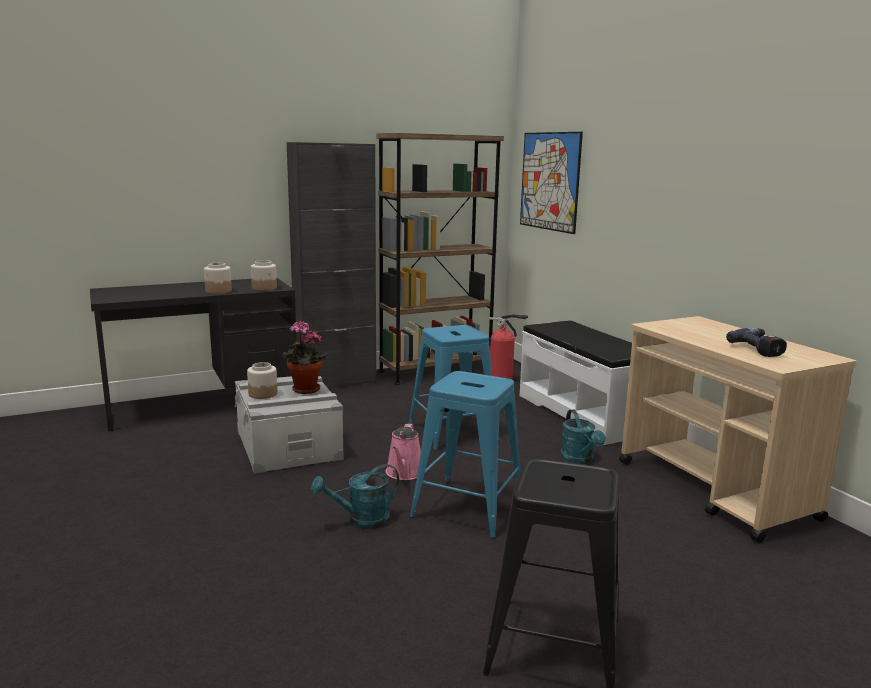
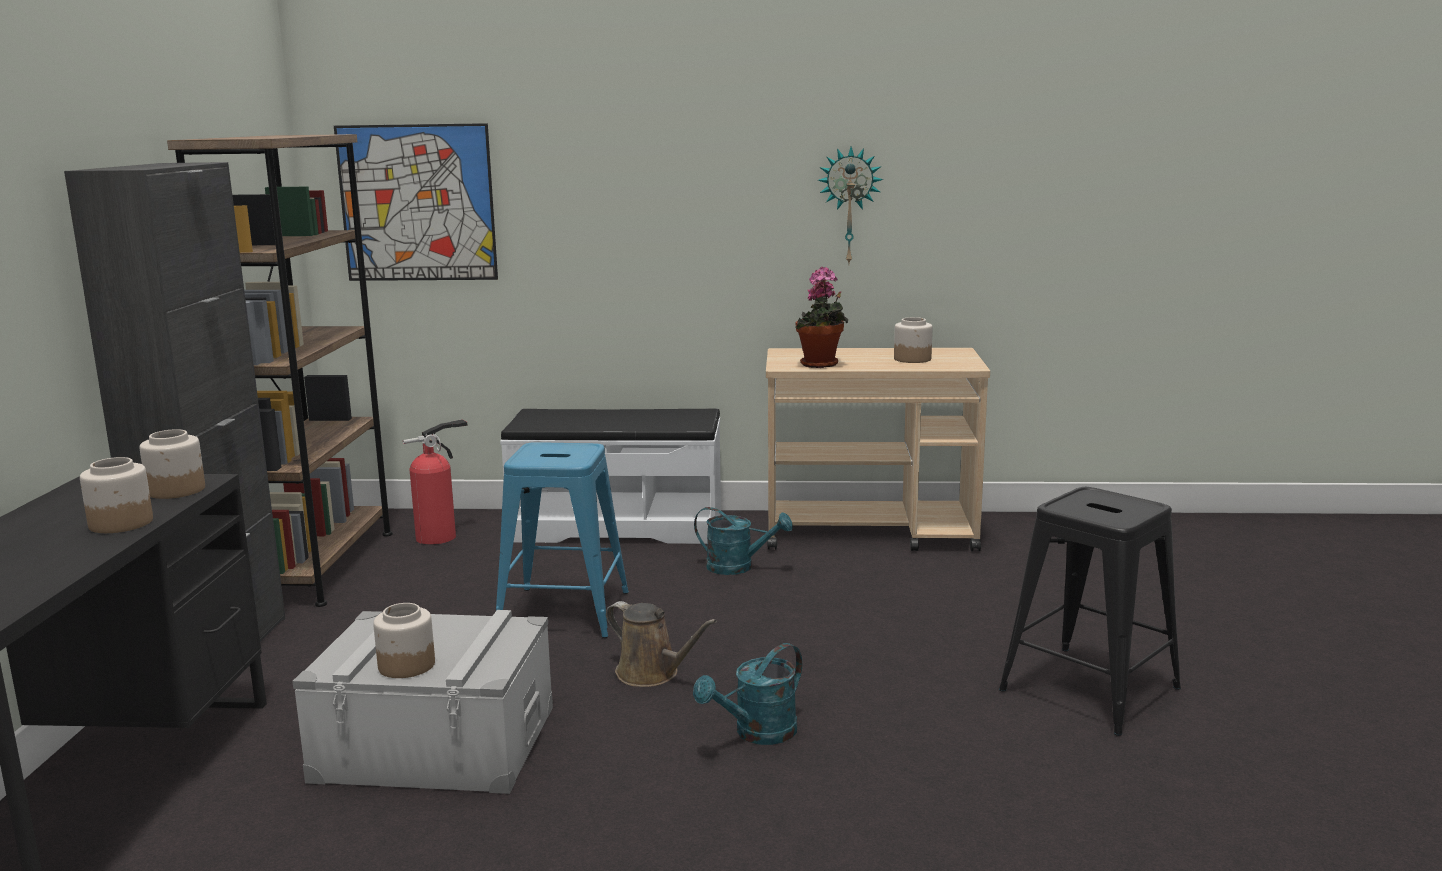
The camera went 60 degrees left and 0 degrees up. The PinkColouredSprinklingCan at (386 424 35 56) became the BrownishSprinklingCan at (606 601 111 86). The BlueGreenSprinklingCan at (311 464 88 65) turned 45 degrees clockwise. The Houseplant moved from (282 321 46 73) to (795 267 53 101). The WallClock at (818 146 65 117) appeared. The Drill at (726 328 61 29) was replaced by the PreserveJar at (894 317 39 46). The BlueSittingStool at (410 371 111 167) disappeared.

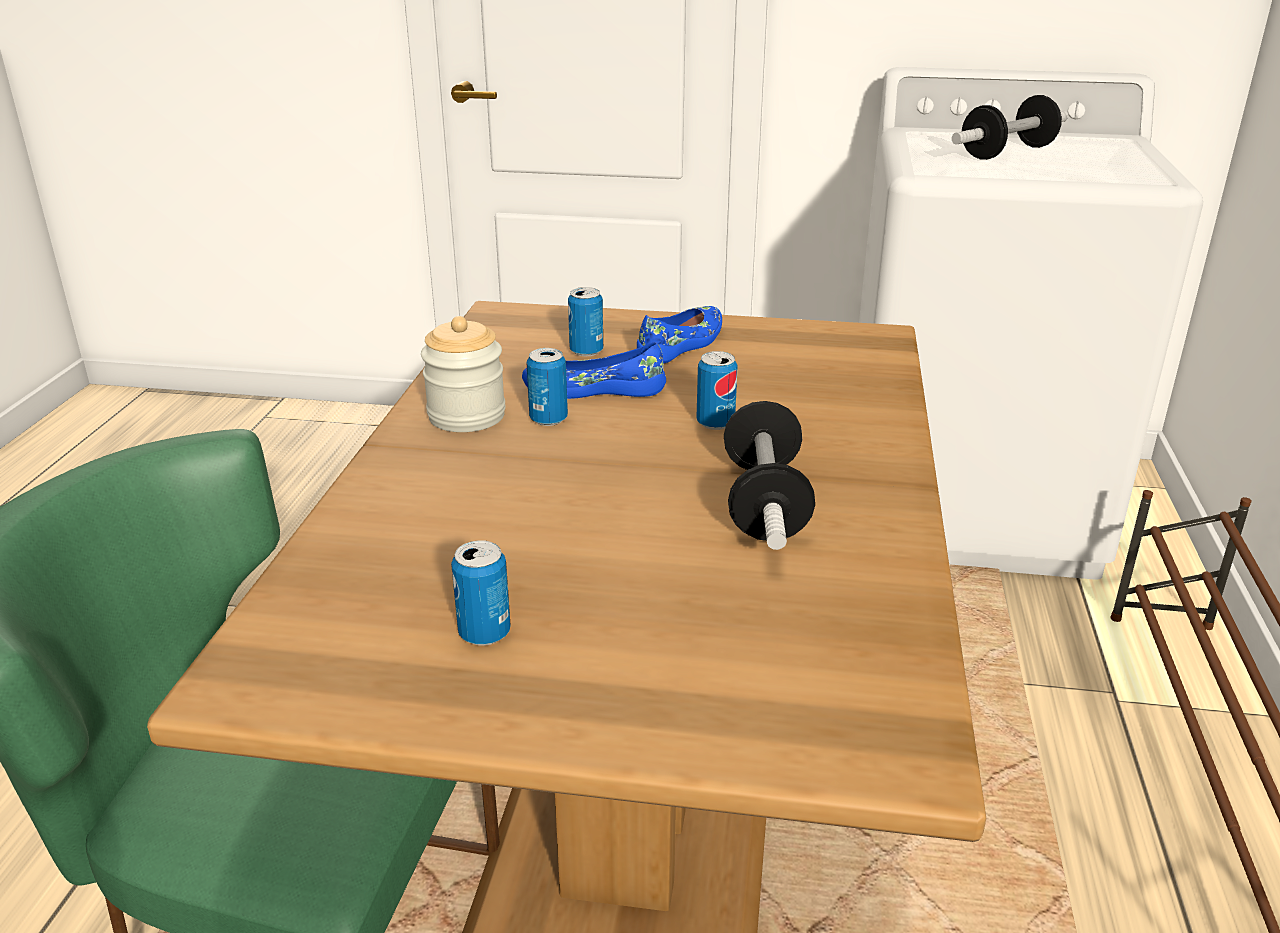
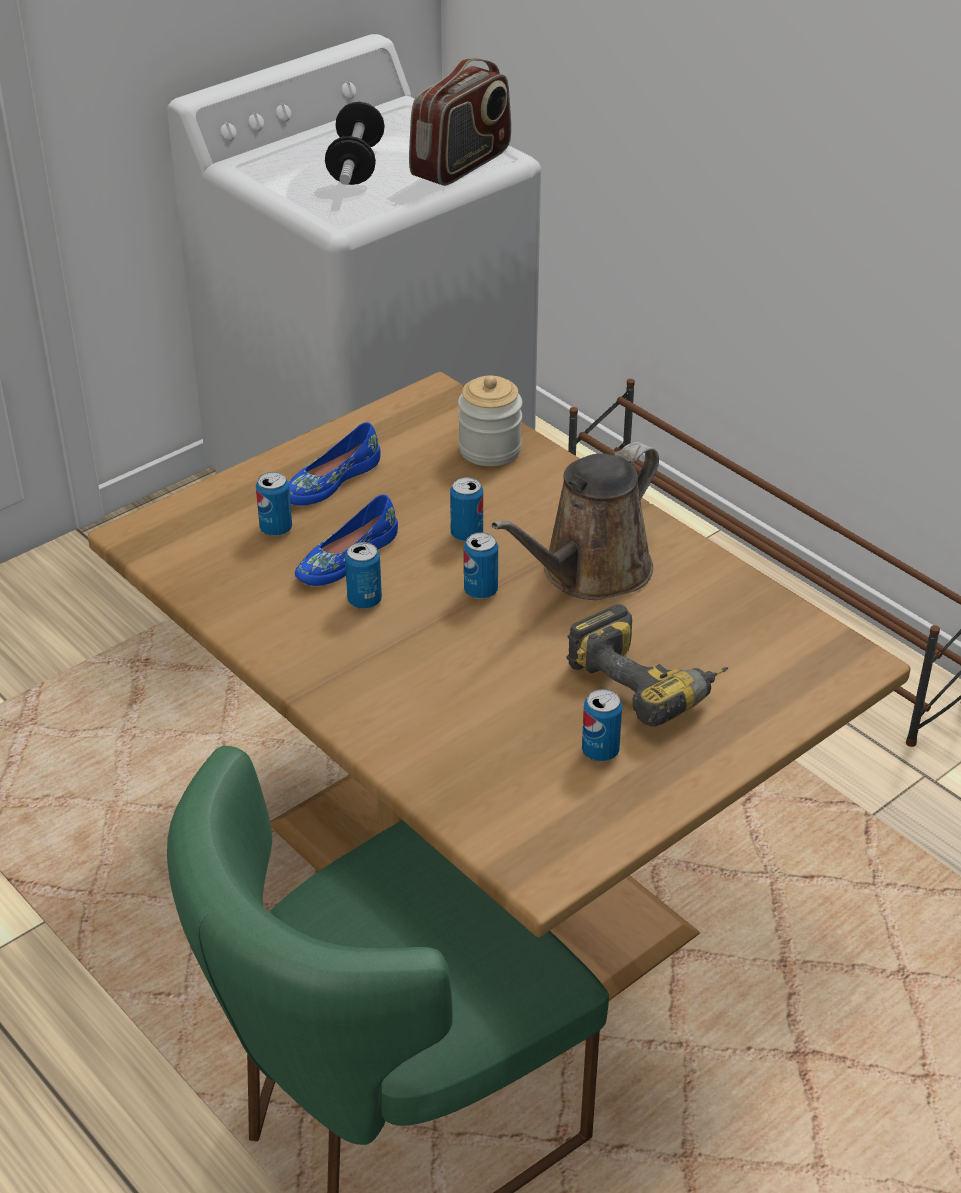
The camera went 50 degrees left and 10 degrees up. The BlueItemOfFootwear at (637 306 85 57) turned 120 degrees counterclockwise. The RadioSet at (409 58 102 128) appeared. The PreserveJar moved from (421 316 85 116) to (458 376 64 90). The SealedCan at (464 532 34 67) appeared. The FreeWeight at (724 401 91 149) was replaced by the BrownishSprinklingCan at (492 442 167 158). The Drill at (566 604 162 122) appeared.

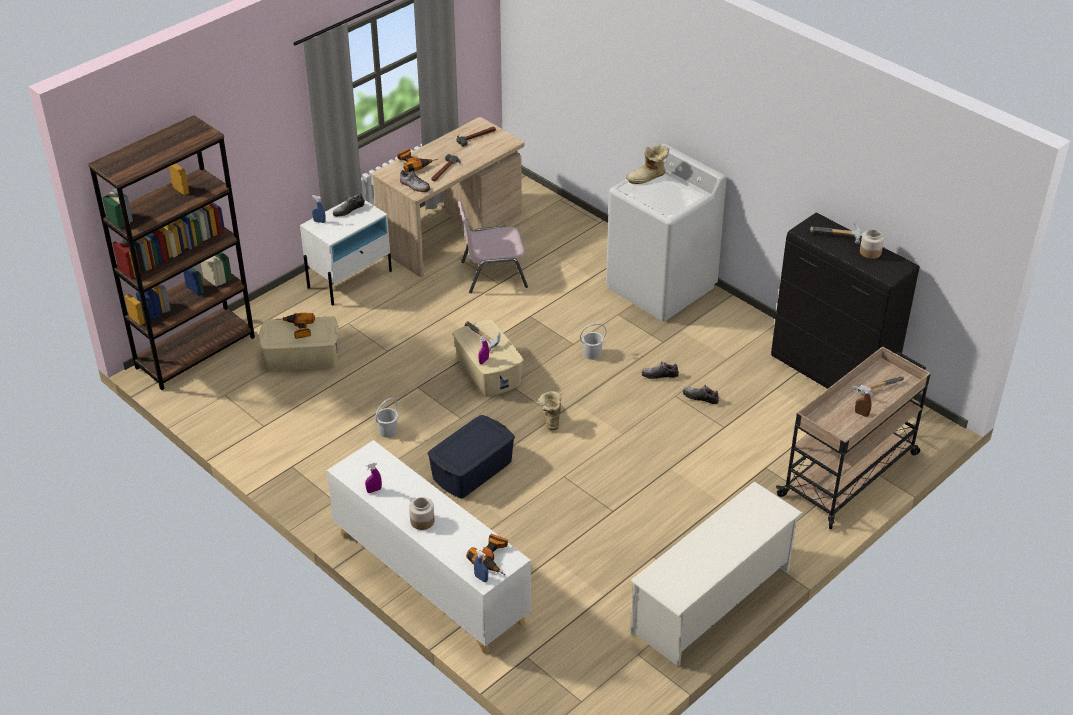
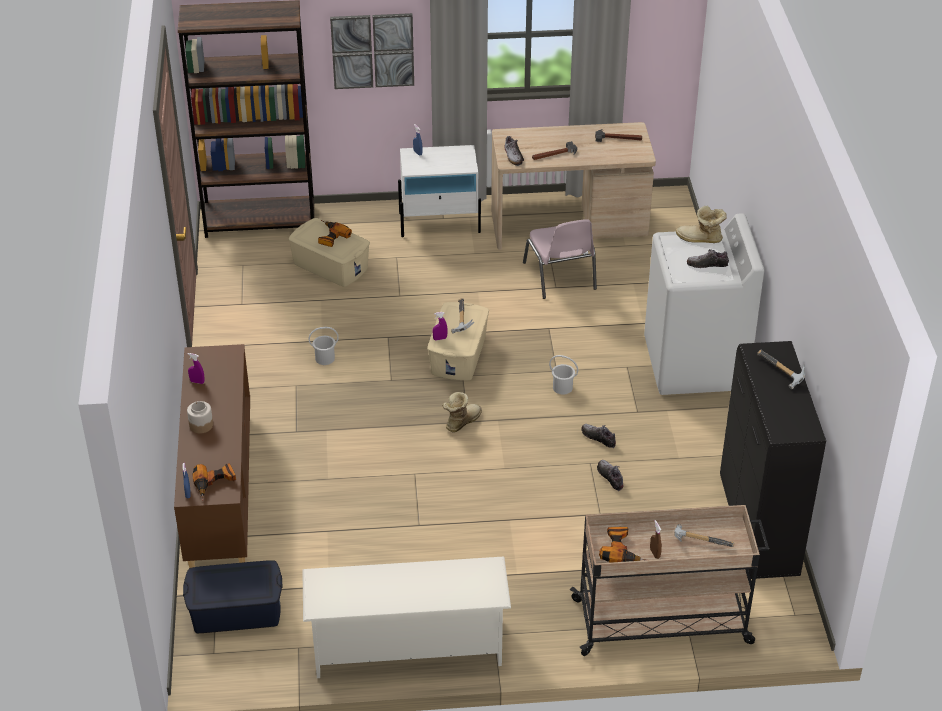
The camera went 40 degrees right and 0 degrees up. The WhiteCupboard at (327 440 204 214) became the BrownishCupboard at (174 344 76 224). The BlueStorageContainer moved from (428 415 87 84) to (183 560 100 73). The Picture at (330 13 84 76) appeared. The PinkColouredChair at (458 201 70 92) turned 135 degrees counterclockwise. The Drill moved from (397 149 41 23) to (599 527 48 36). The ItemOfFootwear moved from (333 193 32 24) to (687 249 42 19). The PreserveJar at (860 229 24 30) disappeared.

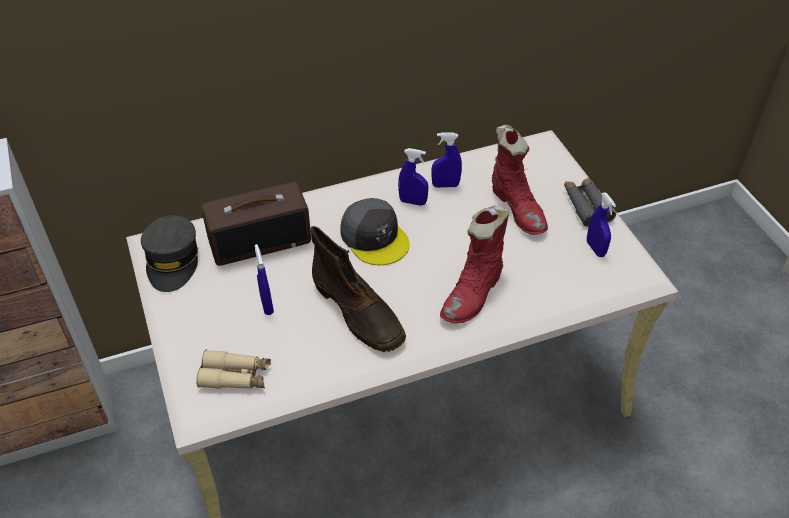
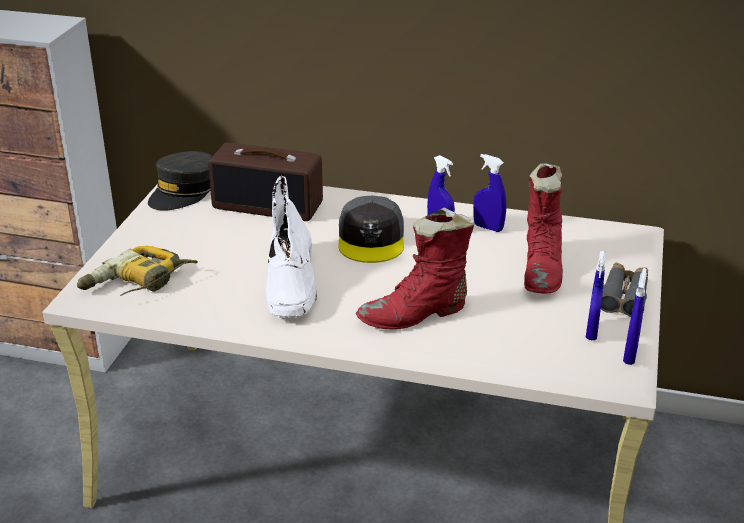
The camera went 35 degrees right and 15 degrees down. The BeigeColouredBinoculars at (196 350 75 39) was replaced by the Drill at (77 246 121 50). The BrownishTallBoot at (311 226 95 126) became the WhiteTallBoot at (266 176 51 142). The BlueSprayBottle moved from (255 244 19 71) to (623 268 24 97).

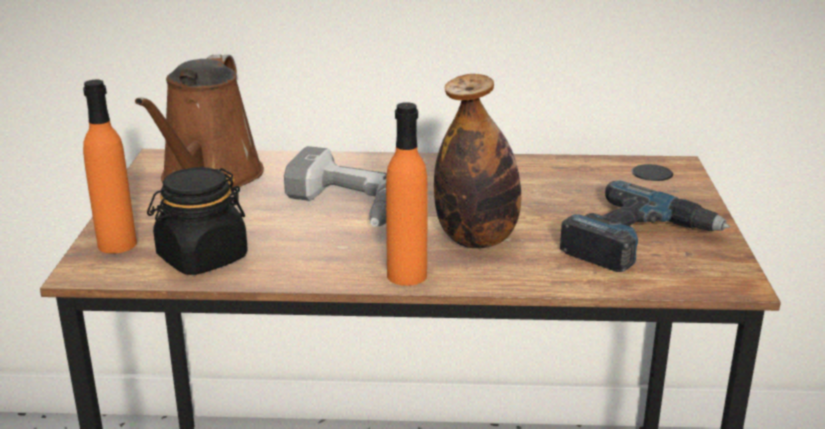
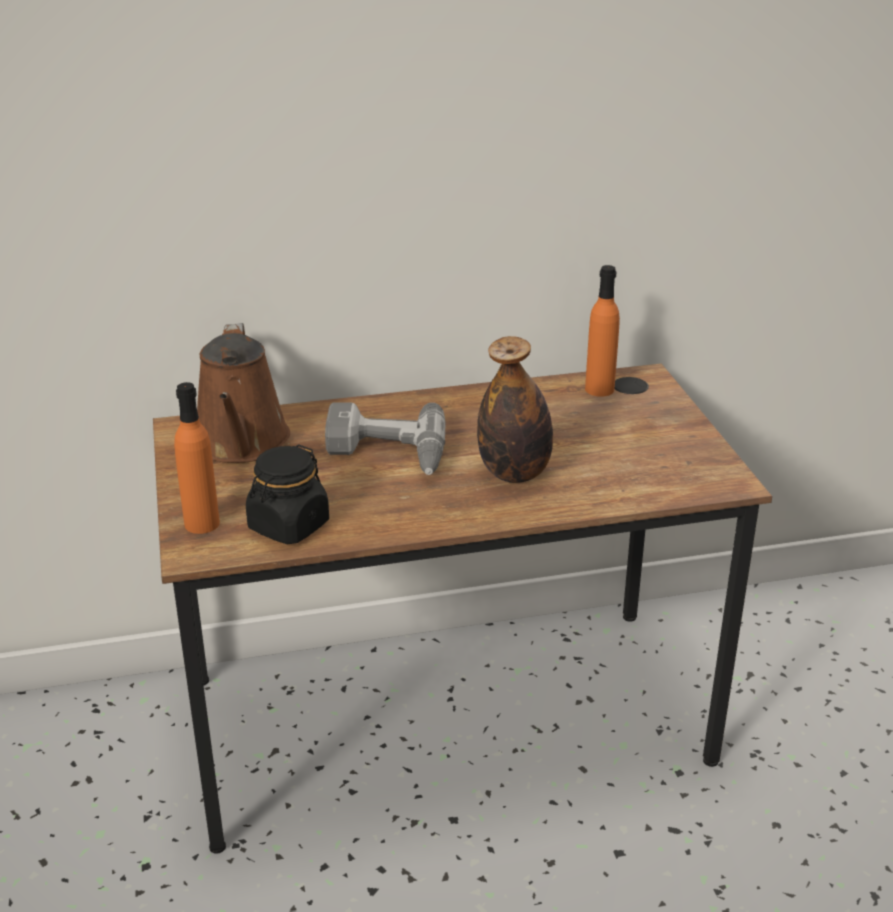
The camera went 15 degrees left and 5 degrees up. The OrangeBottle moved from (386 102 42 184) to (585 265 35 132). The Drill at (560 181 170 91) disappeared.

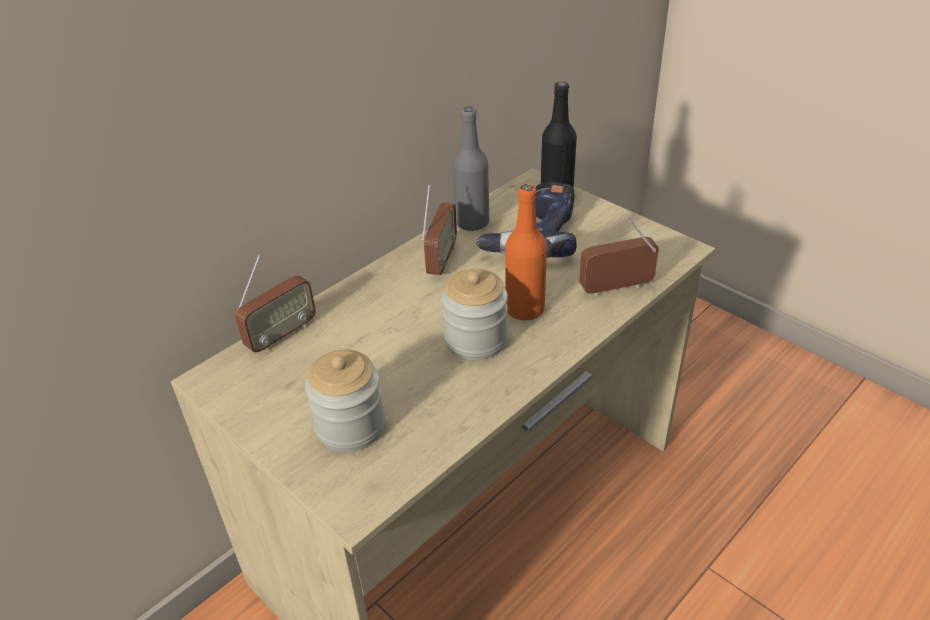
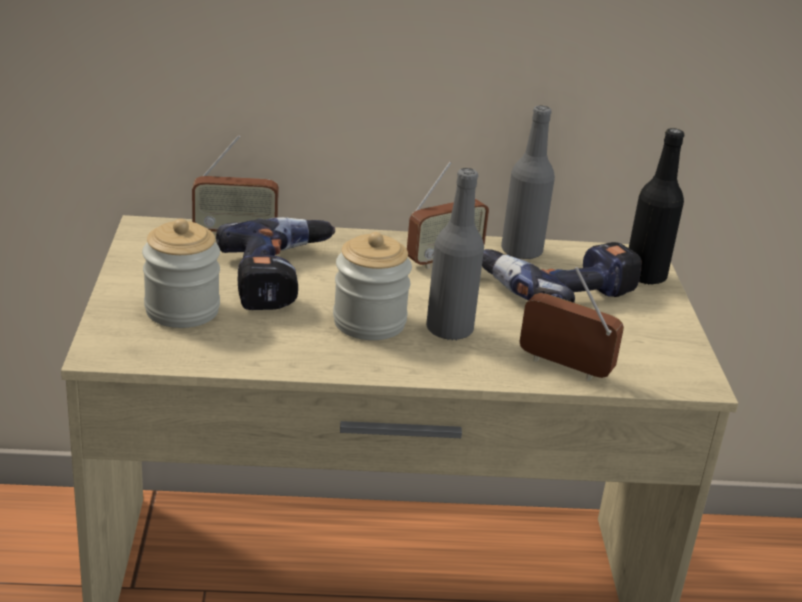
The camera went 40 degrees right and 10 degrees down. The Drill at (216 217 119 93) appeared. The OrangeBottle at (505 184 42 137) became the GreyBottle at (426 168 58 172).

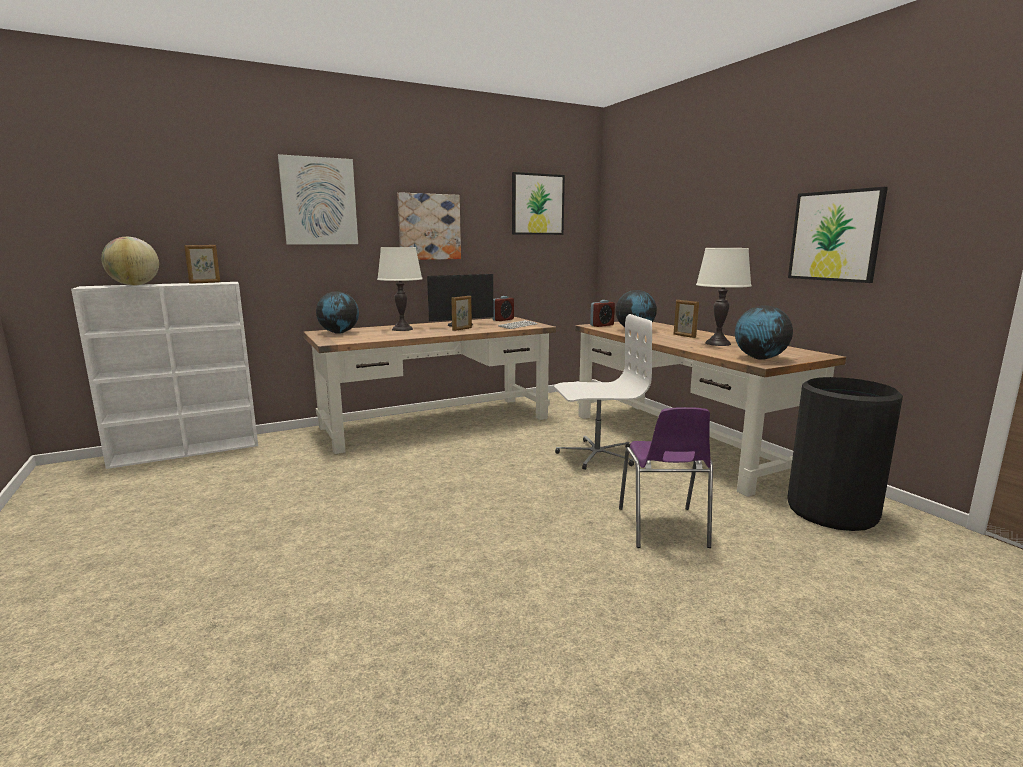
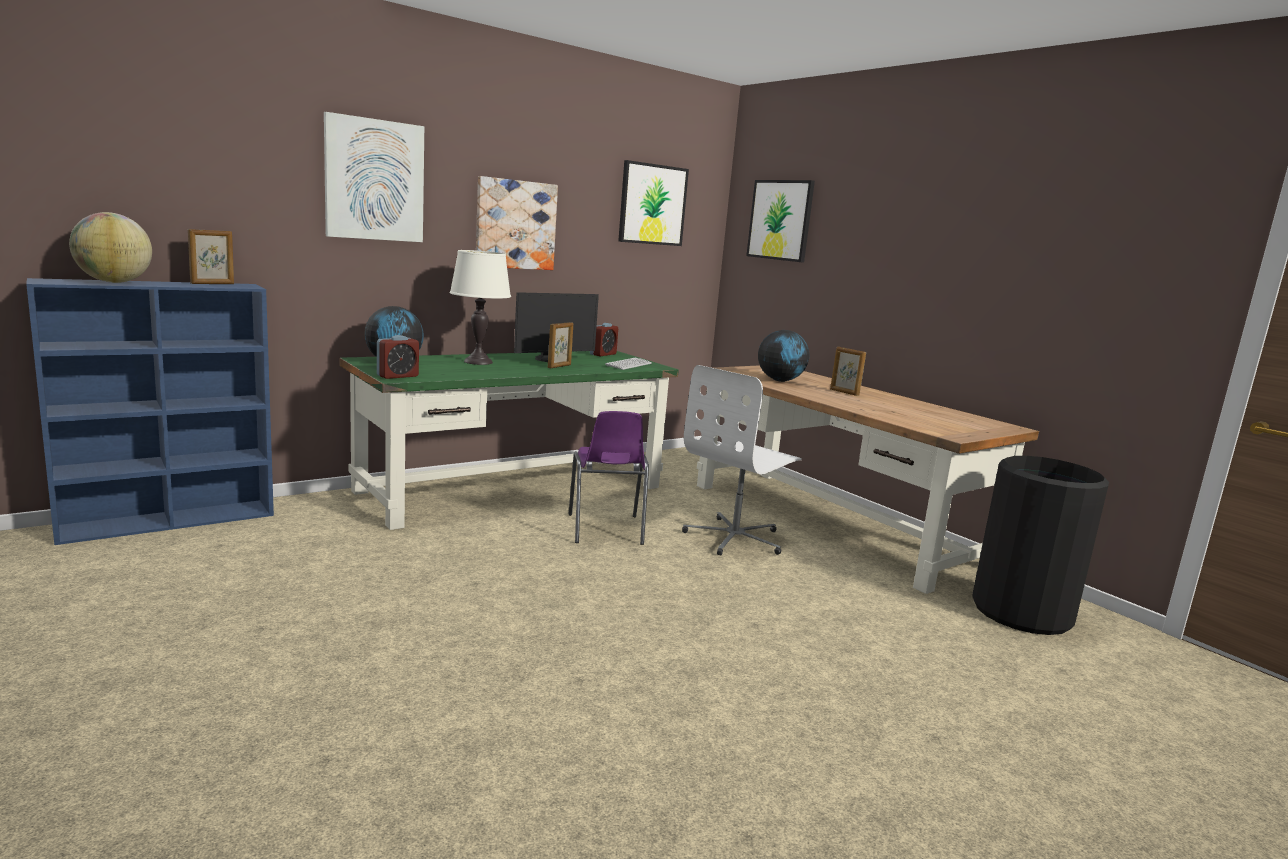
The camera went 10 degrees left and 0 degrees up. The WhiteBookshelf at (71 282 187 187) became the BlueBookshelf at (26 278 248 267). The BrownishDeskUnit at (303 317 253 137) became the GreenishDeskUnit at (340 351 339 179). The BedsideClock moved from (590 300 25 27) to (377 335 42 44). The PurplishChair moved from (619 407 94 141) to (569 411 80 134). The WhiteOfficeChair at (554 314 98 156) turned 150 degrees clockwise. The Picture moved from (788 187 100 96) to (746 180 69 83). The WhiteTabletopLamp at (696 248 56 98) disappeared. The DeskGlobe at (735 305 58 55) disappeared.

